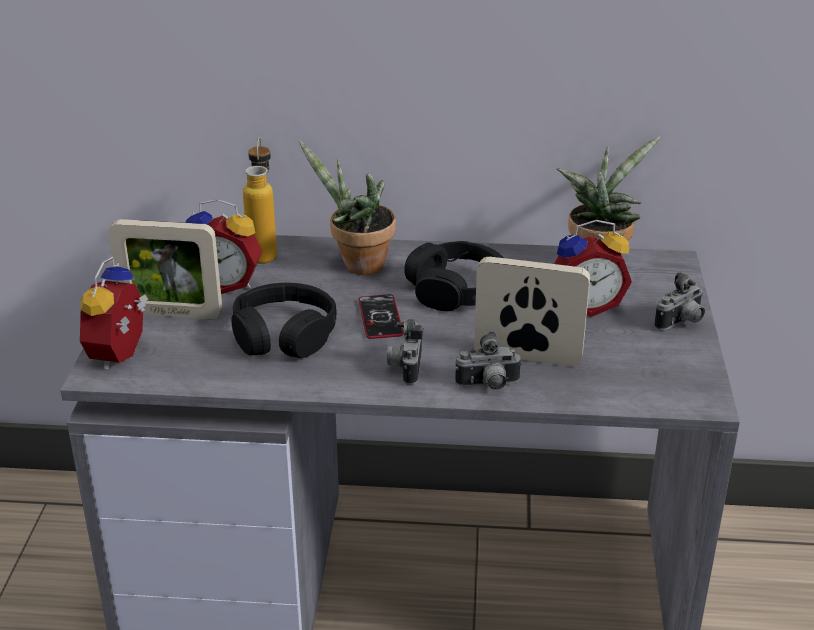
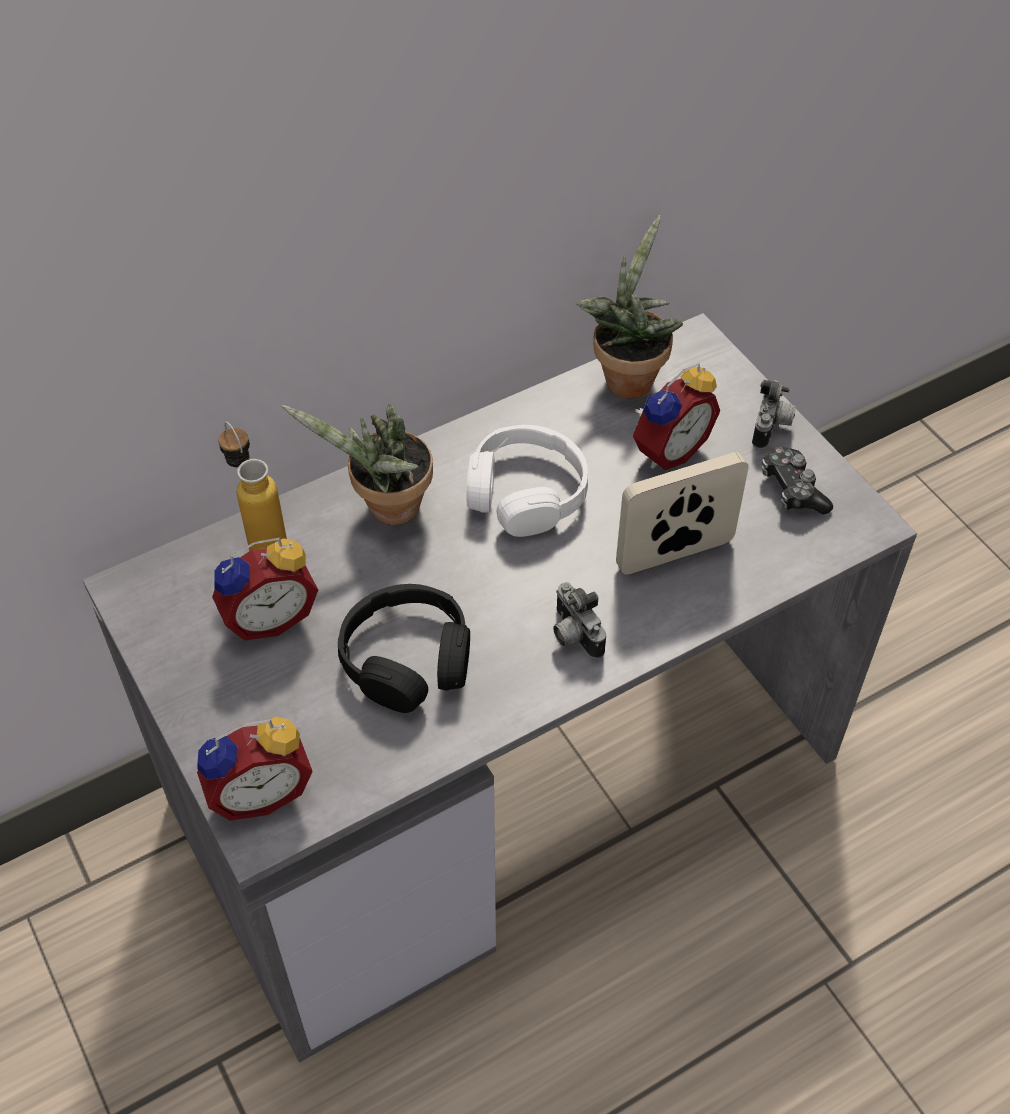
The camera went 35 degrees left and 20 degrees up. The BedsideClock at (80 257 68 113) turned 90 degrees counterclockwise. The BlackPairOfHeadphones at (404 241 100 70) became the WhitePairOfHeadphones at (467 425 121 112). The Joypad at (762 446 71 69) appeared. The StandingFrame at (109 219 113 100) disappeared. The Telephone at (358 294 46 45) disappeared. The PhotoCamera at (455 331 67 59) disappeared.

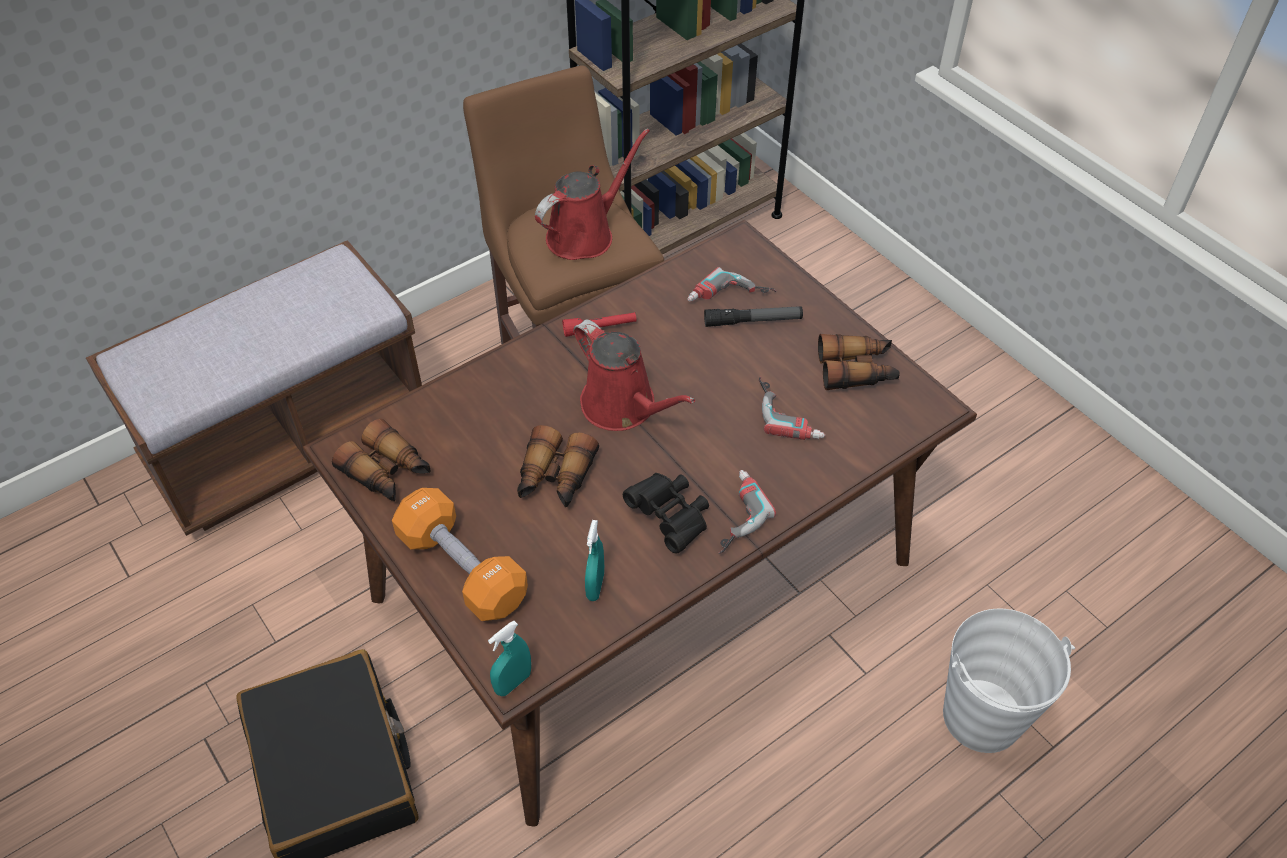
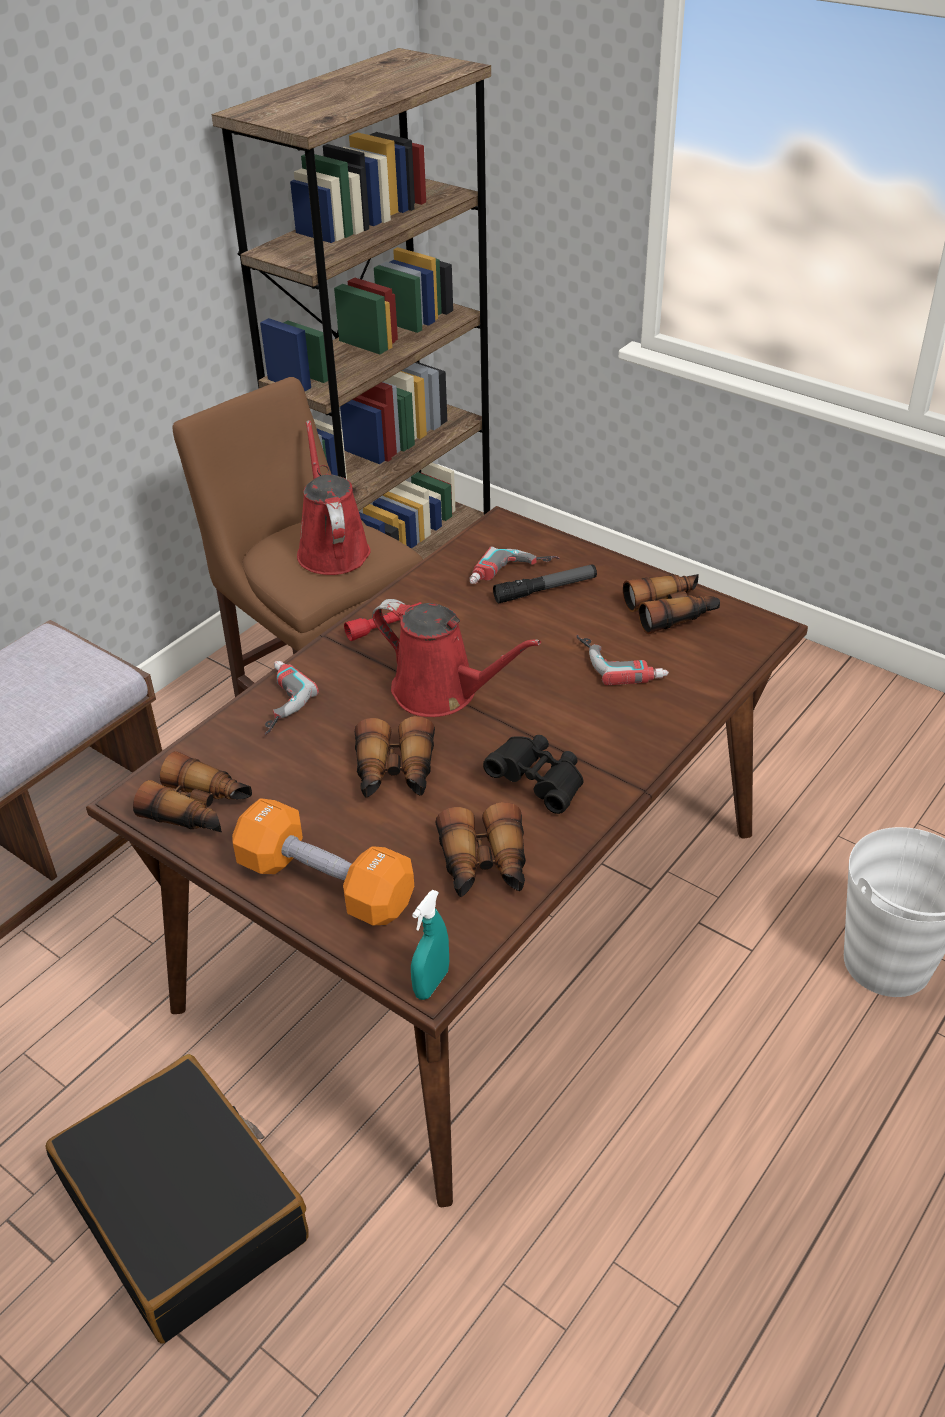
The camera went 15 degrees left and 10 degrees down. The Drill moved from (719 470 57 84) to (265 661 54 74). The ReddishSprinklingCan at (535 129 115 131) turned 45 degrees counterclockwise. The BlueGreenSprayBottle at (585 520 19 81) was replaced by the Binoculars at (435 802 91 95).

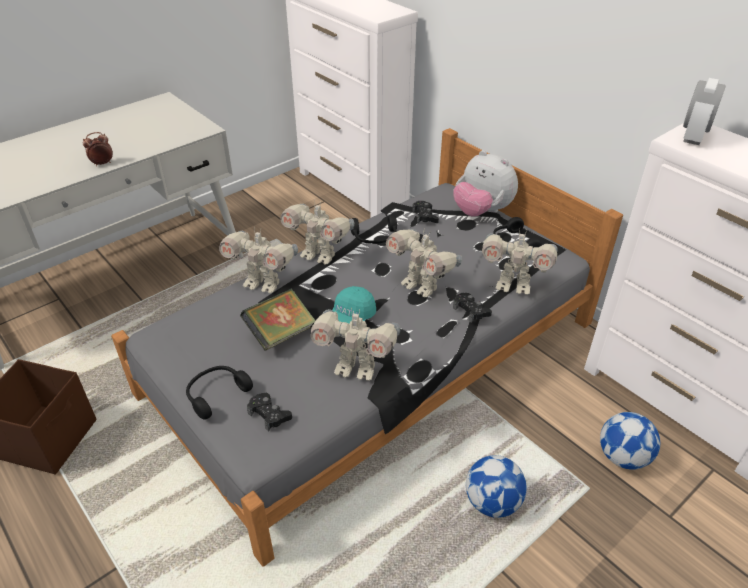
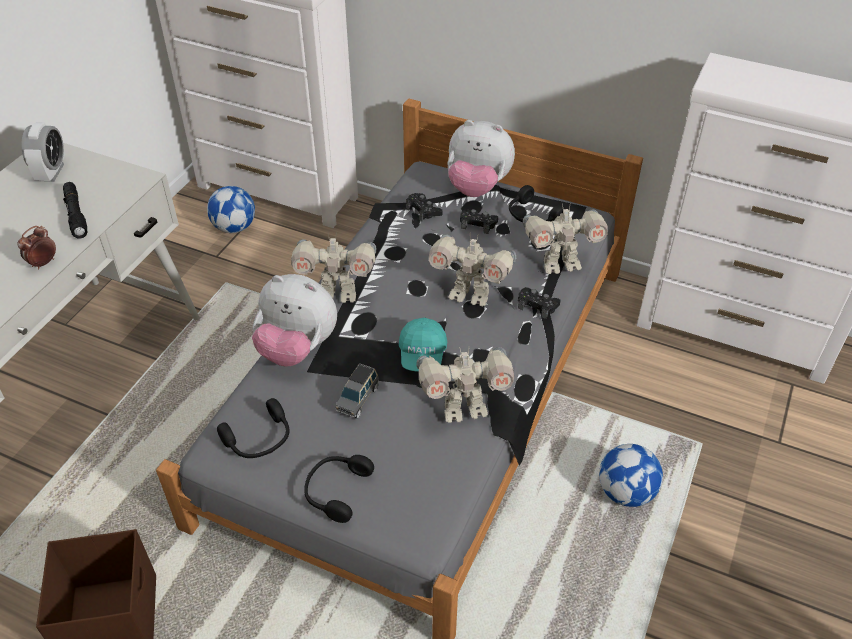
The camera went 25 degrees left and 5 degrees up. The BedsideClock moved from (683 78 43 67) to (21 122 44 60). The BlackFlashlight at (63 182 25 57) appeared. The BallForFootball moved from (600 412 60 58) to (207 186 48 47). The BlackPairOfHeadphones moved from (351 214 46 30) to (217 398 73 60). The ModelRobot at (219 226 79 67) was replaced by the CuddlyToy at (252 274 85 93). The Book at (240 289 76 62) was replaced by the GreyToyCar at (335 364 44 55). The BlackJoypad moved from (247 393 45 39) to (460 209 38 25).

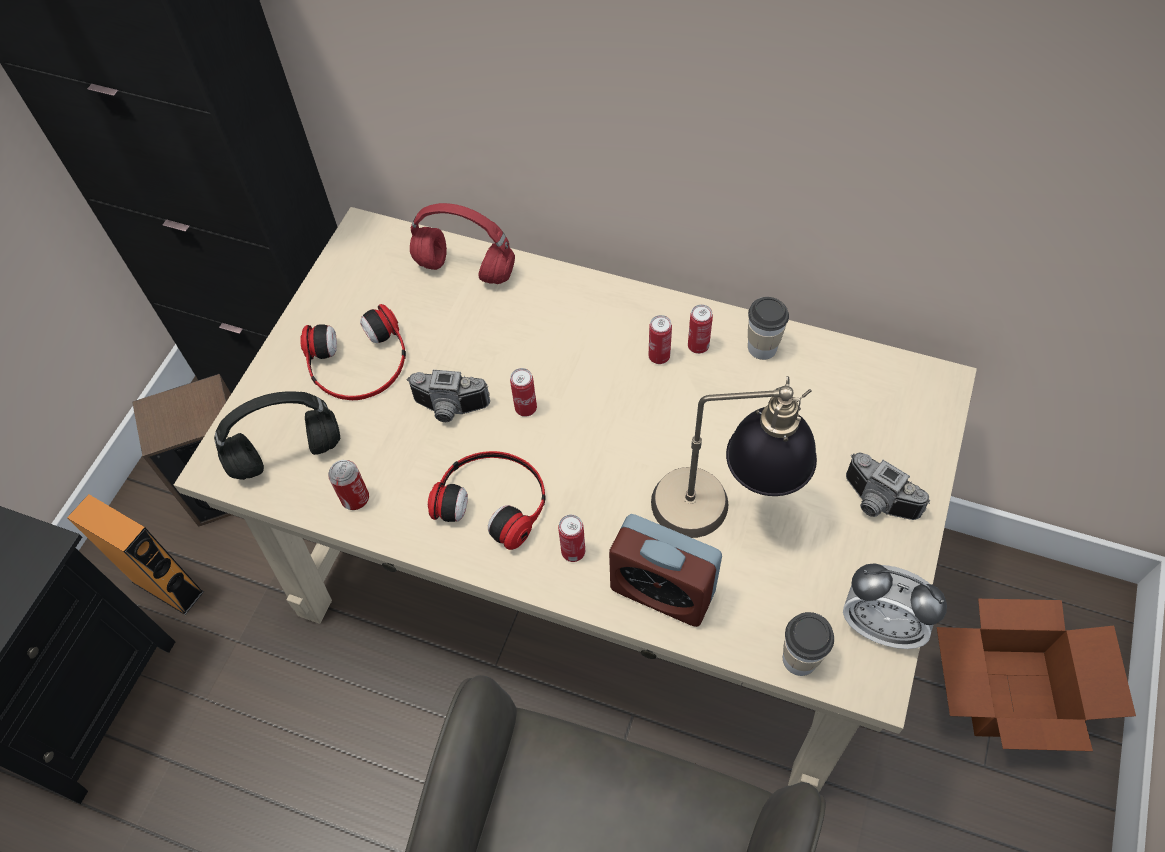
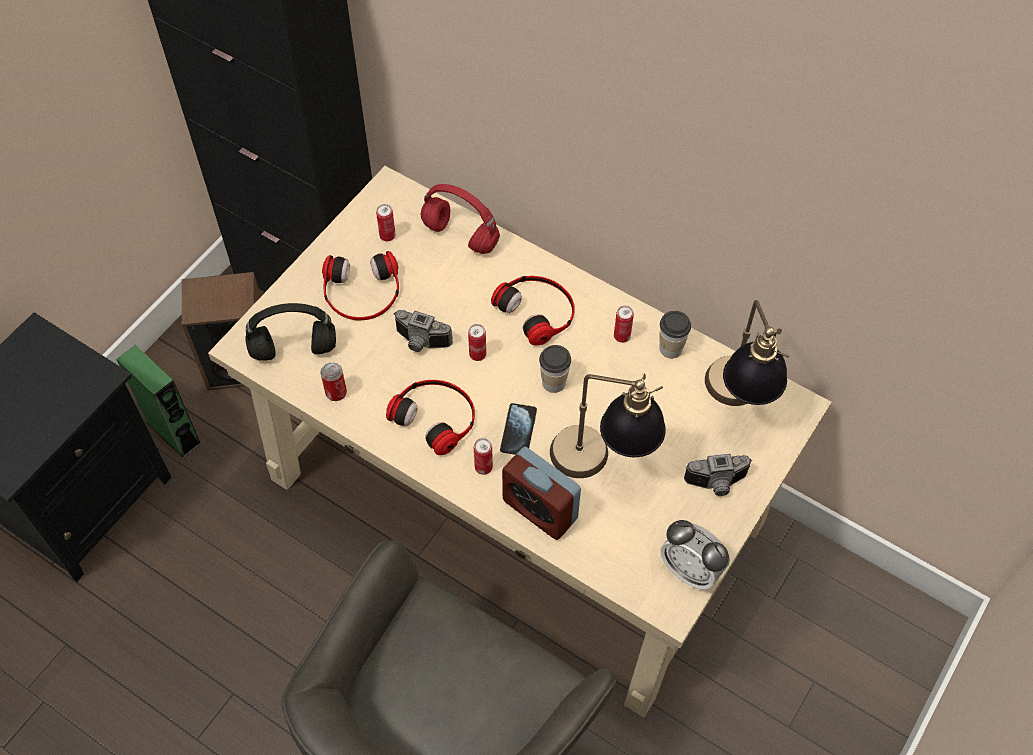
The camera went 10 degrees right and 0 degrees up. The OrangeAudioSpeaker at (67 494 137 121) became the GreenishAudioSpeaker at (116 345 86 113). The SealedCan moved from (649 315 23 49) to (376 204 20 37). The PairOfHeadphones at (491 276 84 70) appeared. The Telephone at (500 403 37 52) appeared. The DrinkingCup moved from (783 612 51 64) to (539 345 32 48). The PhotoCamera at (846 452 84 68) turned 60 degrees counterclockwise. The TabletopLamp at (705 300 84 106) appeared. The PackingBox at (937 599 199 152) disappeared.

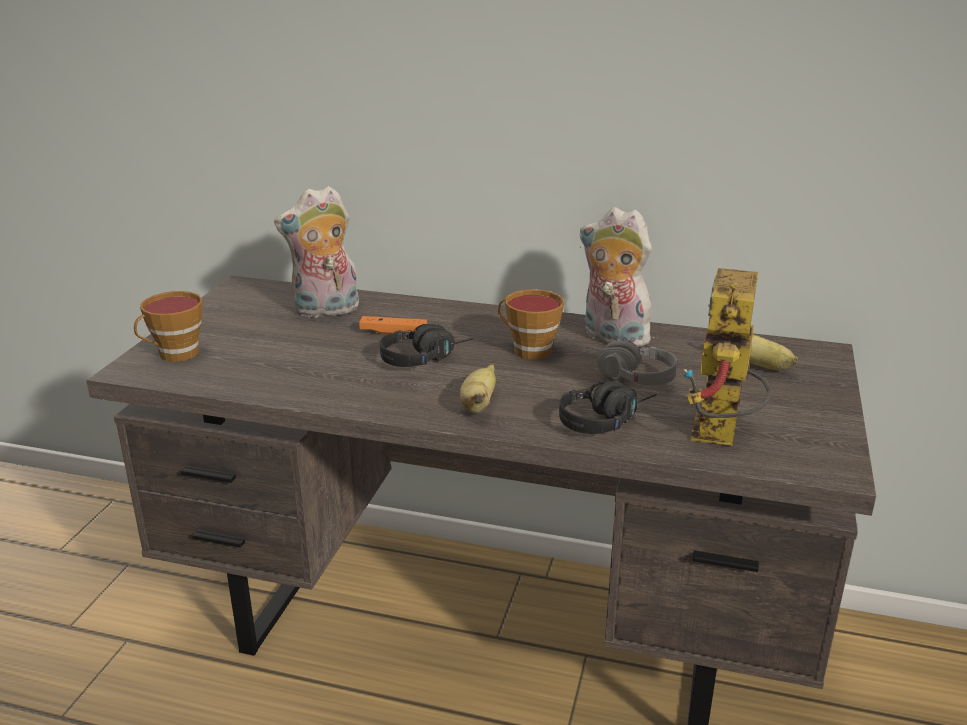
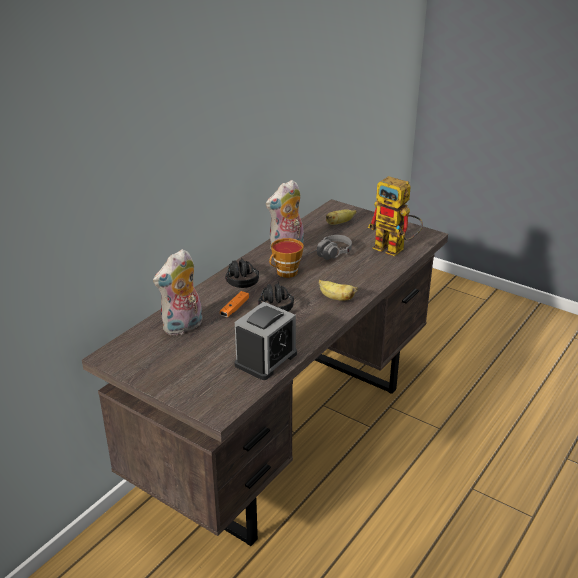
The camera went 70 degrees left and 5 degrees up. The CuddlyToy at (274 186 85 132) turned 45 degrees clockwise. The BlackPairOfHeadphones moved from (559 381 98 53) to (225 258 34 30). The BedsideClock at (235 302 62 78) appeared. The DrinkingCup at (134 291 68 71) disappeared.

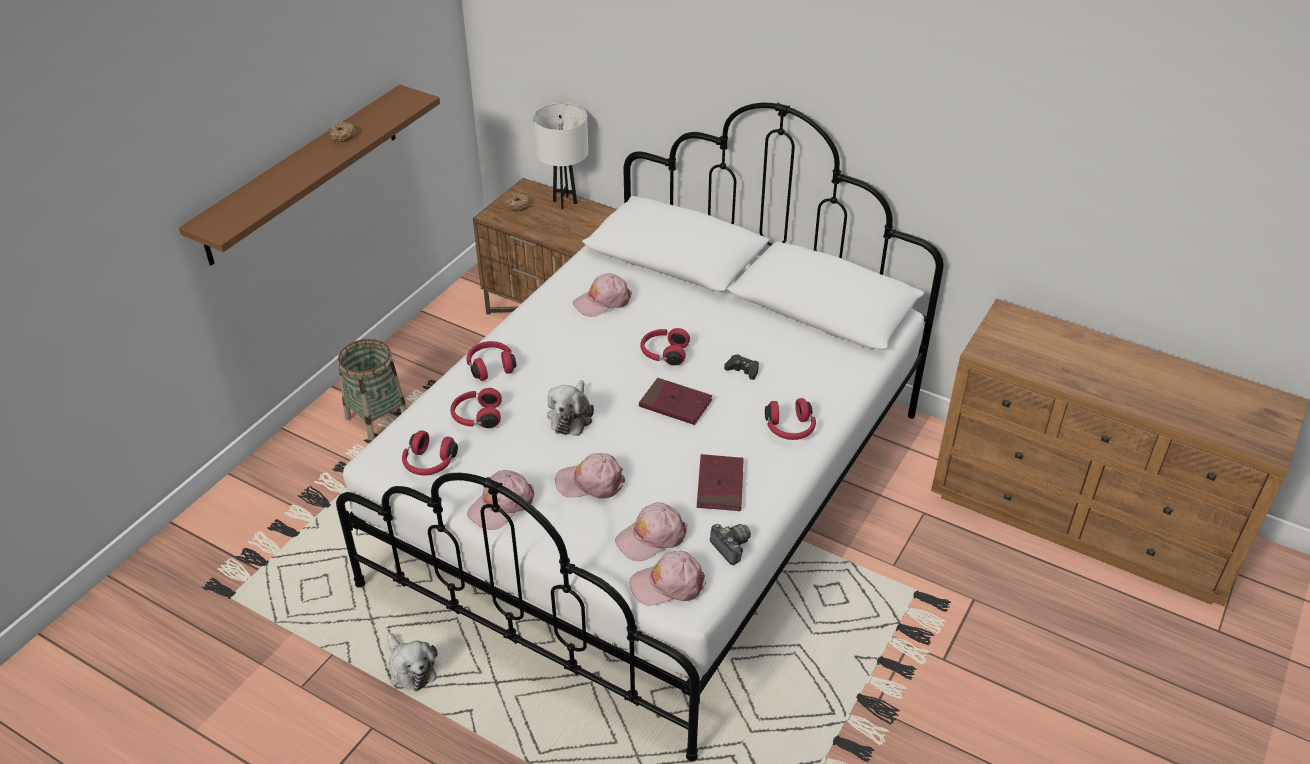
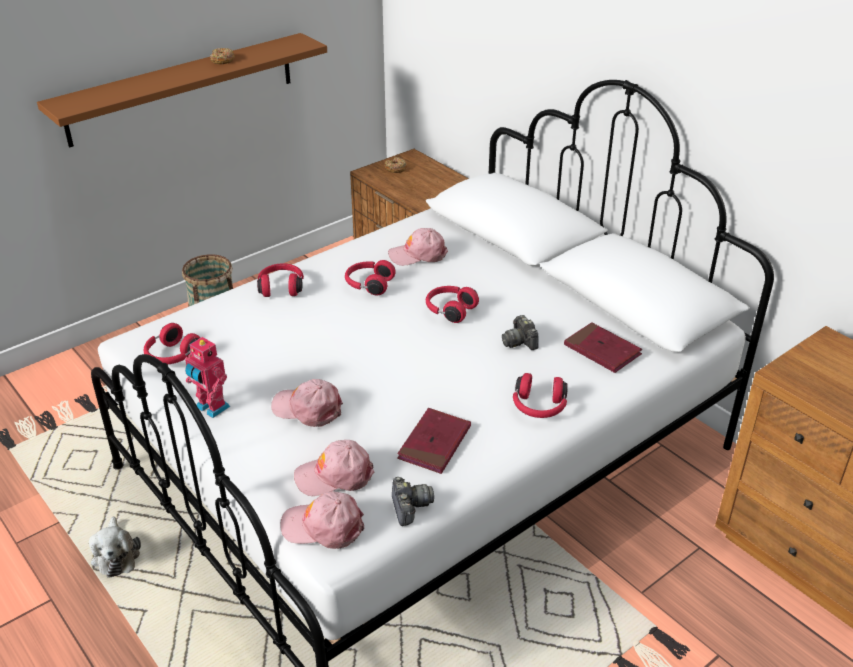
The camera went 20 degrees right and 5 degrees down. The PinkColouredPeakedCap at (467 470 67 60) was replaced by the ModelRobot at (185 337 45 81). The ReddishPairOfHeadphones moved from (450 388 52 40) to (345 260 51 35). The BlackJoypad at (724 354 35 26) was replaced by the PhotoCamera at (502 315 37 35). The ReddishBook moved from (639 378 73 47) to (564 322 78 51). The WhiteTabletopLamp at (533 103 55 106) disappeared. The CuddlyToy at (547 380 47 56) disappeared.

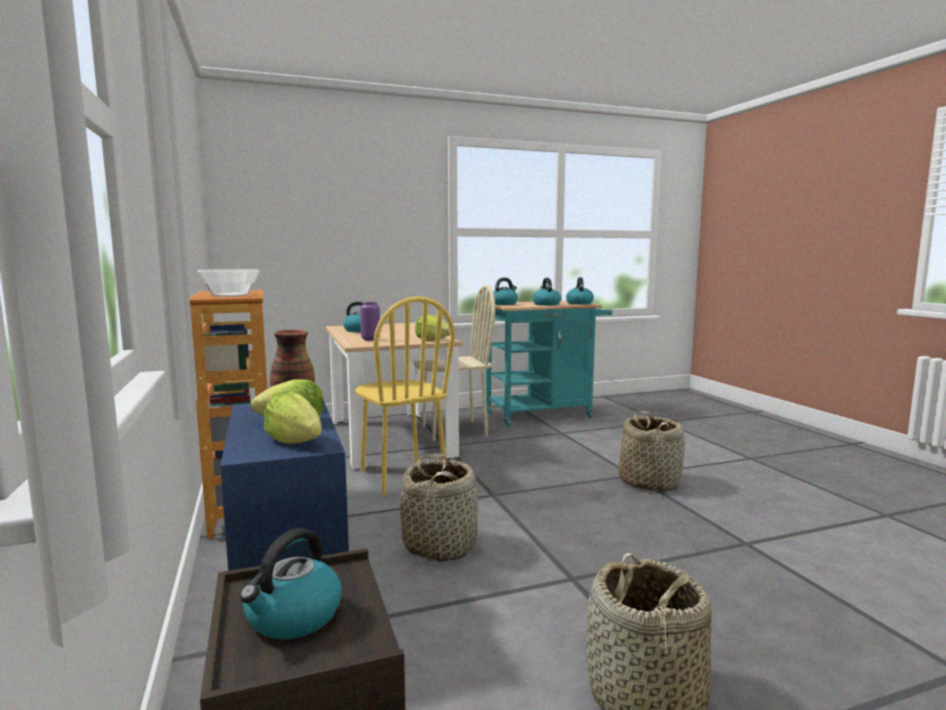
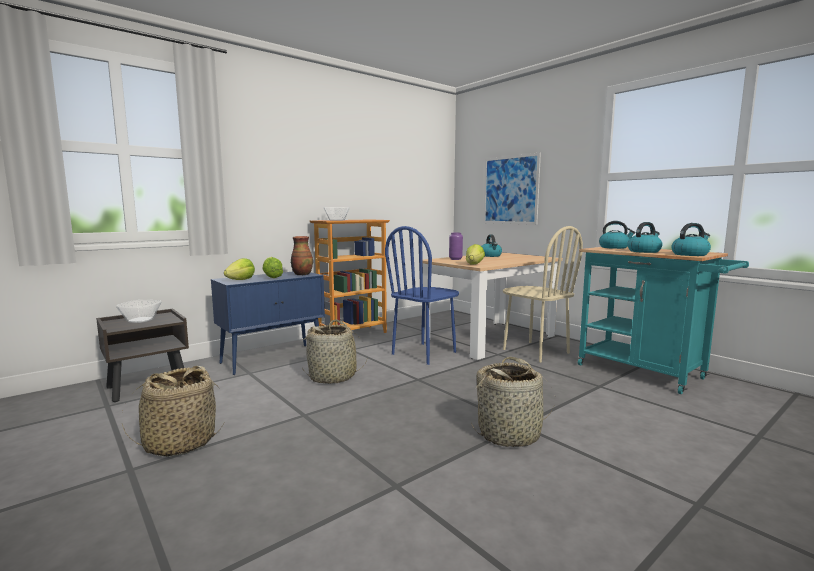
The camera went 70 degrees right and 0 degrees up. The WaterKettle at (240 528 102 111) was replaced by the Bowl at (116 300 45 23). The YellowishChair at (355 296 100 199) became the BlueChair at (385 226 74 139). The Picture at (483 153 58 72) appeared.

